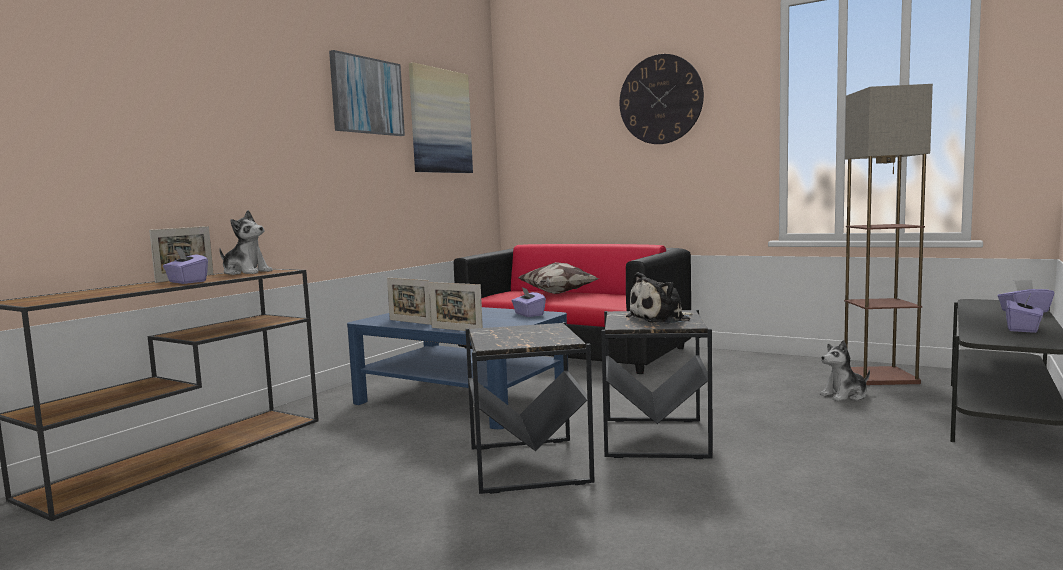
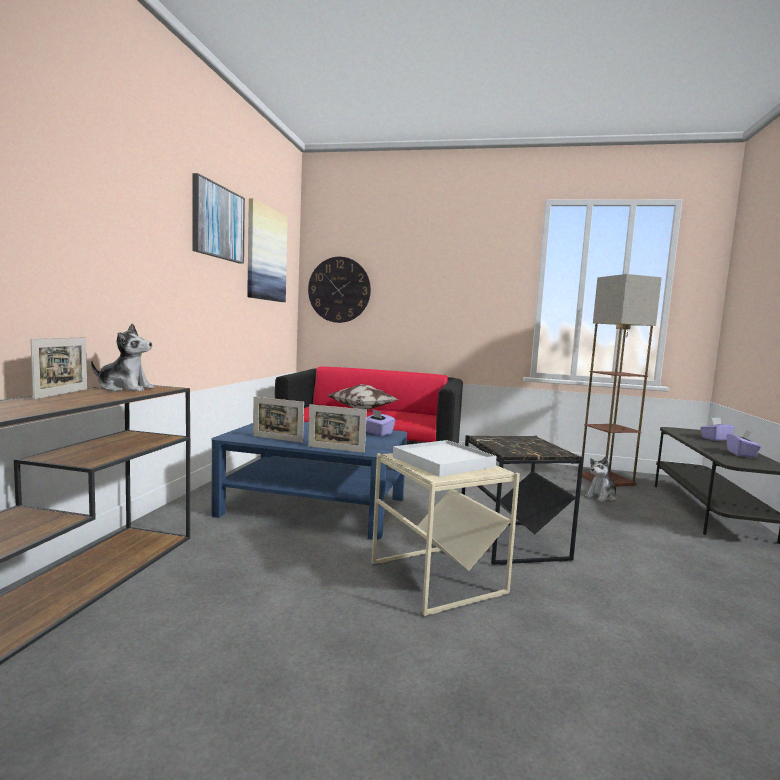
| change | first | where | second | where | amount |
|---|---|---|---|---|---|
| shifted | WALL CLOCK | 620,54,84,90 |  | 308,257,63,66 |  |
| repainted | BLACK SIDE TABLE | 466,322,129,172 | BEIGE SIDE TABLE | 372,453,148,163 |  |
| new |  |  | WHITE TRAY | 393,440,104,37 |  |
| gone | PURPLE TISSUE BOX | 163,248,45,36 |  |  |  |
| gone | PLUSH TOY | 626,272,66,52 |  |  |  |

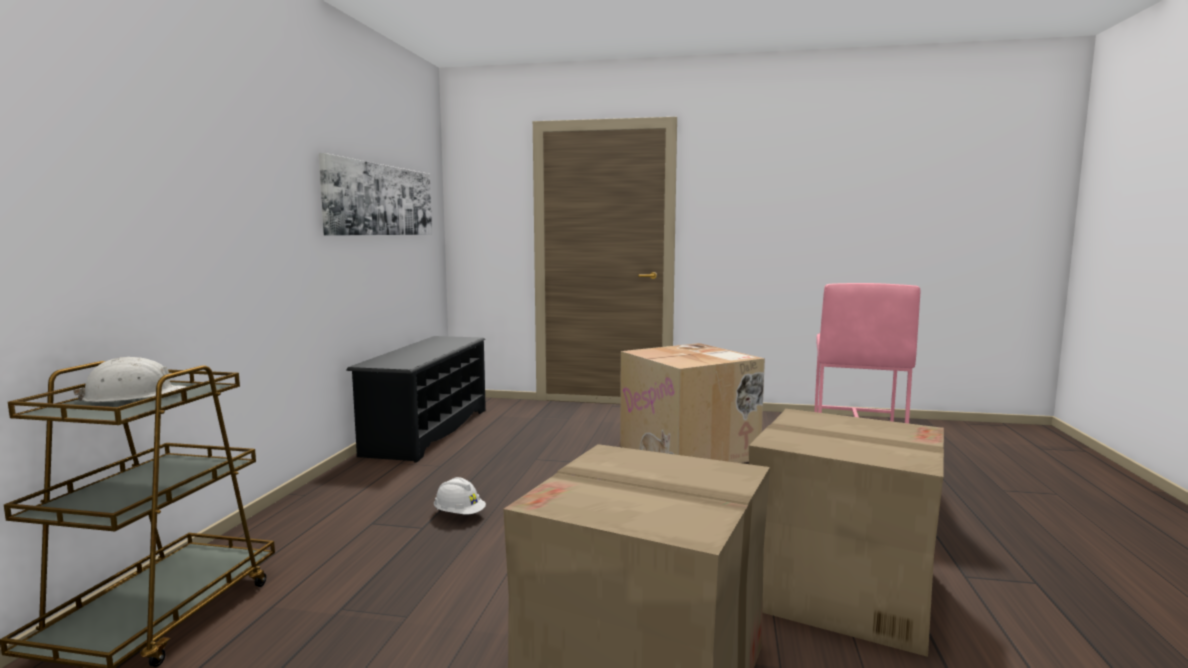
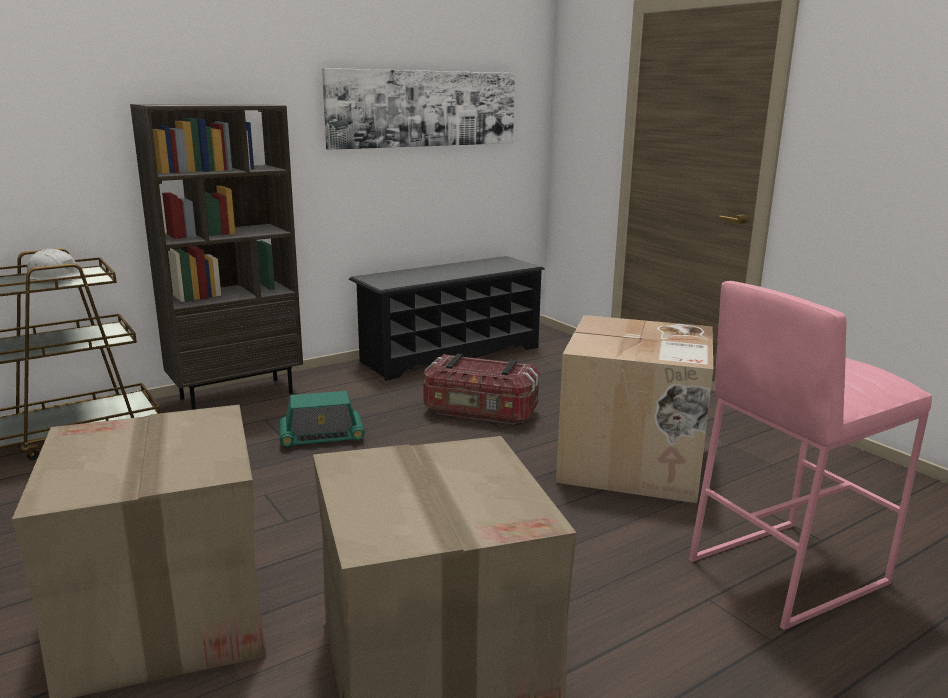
| change | first | where | second | where | amount |
|---|---|---|---|---|---|
| new |  |  | BROWN BOOKCASE | 130,104,173,306 |  |
| swapped | WHITE HARD HAT | 434,477,52,37 | RADIO | 279,391,86,57 |  |
| new |  |  | STORAGE BOX | 423,354,116,70 |  |

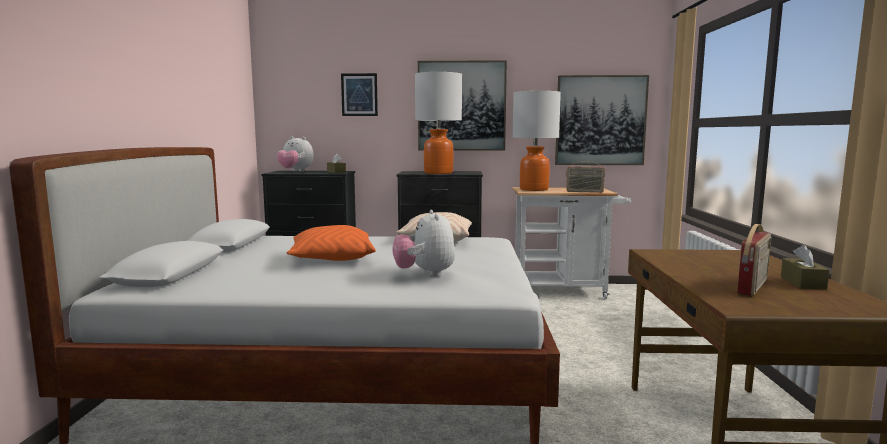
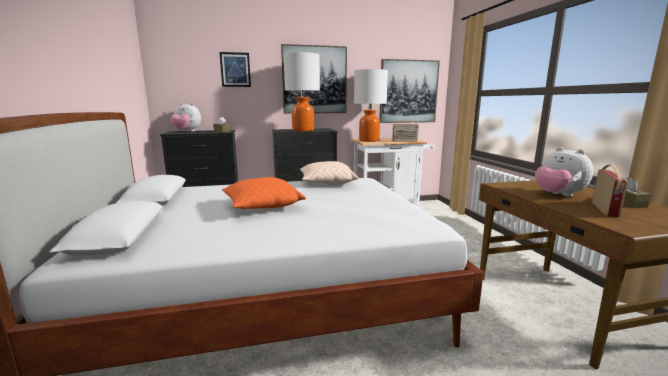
| change | first | where | second | where | amount |
|---|---|---|---|---|---|
| shifted | PLUSH TOY | 393,210,62,67 |  | 535,147,58,50 |  |

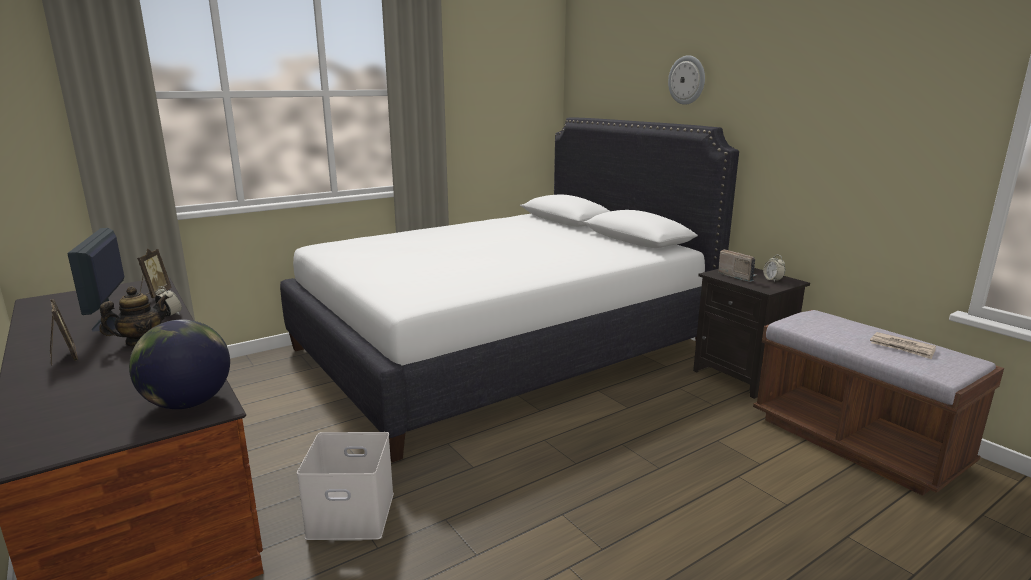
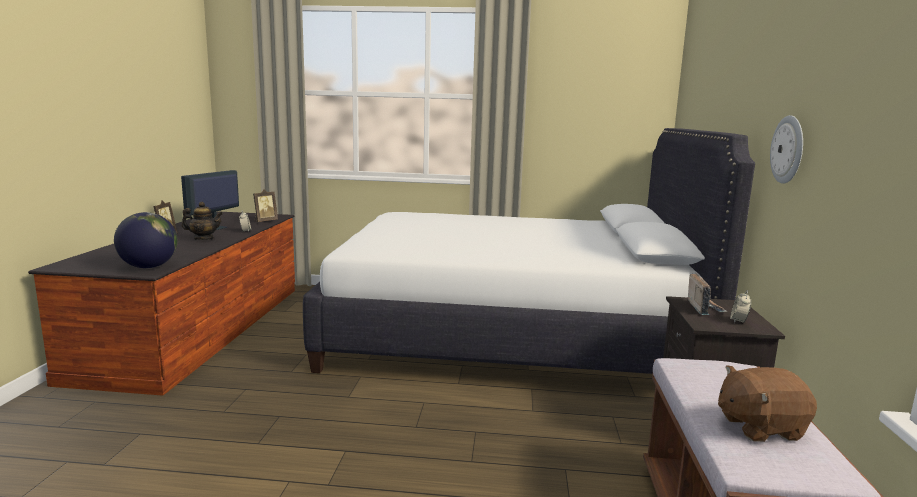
| change | first | where | second | where | amount |
|---|---|---|---|---|---|
| swapped | NEWSPAPER | 870,332,66,27 | BROWN PLUSH TOY | 718,365,99,77 |  |
| shifted | WALL CLOCK | 668,55,37,50 |  | 770,115,33,69 |  |
| gone | WHITE STORAGE BOX | 297,432,97,108 |  |  |  |

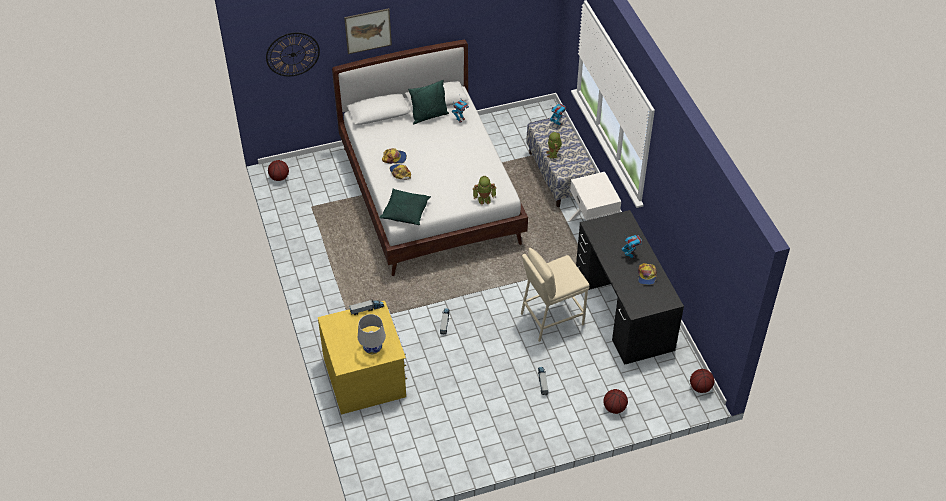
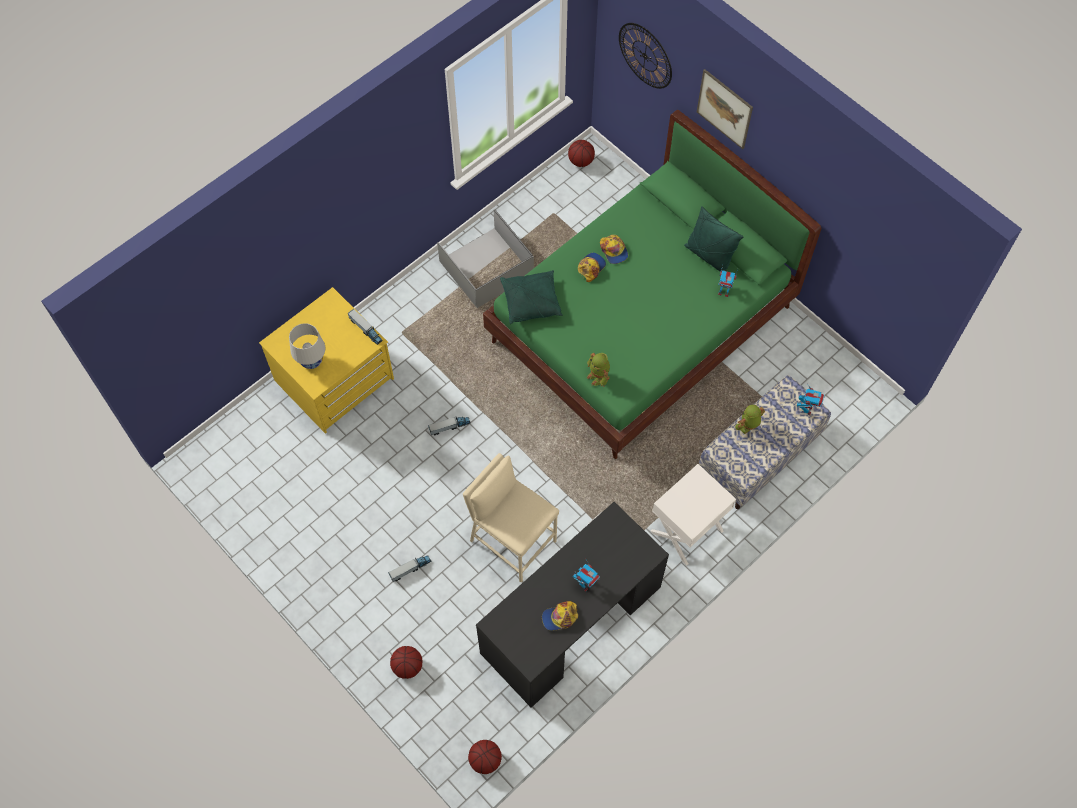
| change | first | where | second | where | amount |
|---|---|---|---|---|---|
| new |  |  | GREY STORAGE BOX | 437,209,97,99 |  |
| repainted | WHITE BED | 332,40,196,236 | GREEN BED | 483,110,338,349 |  |

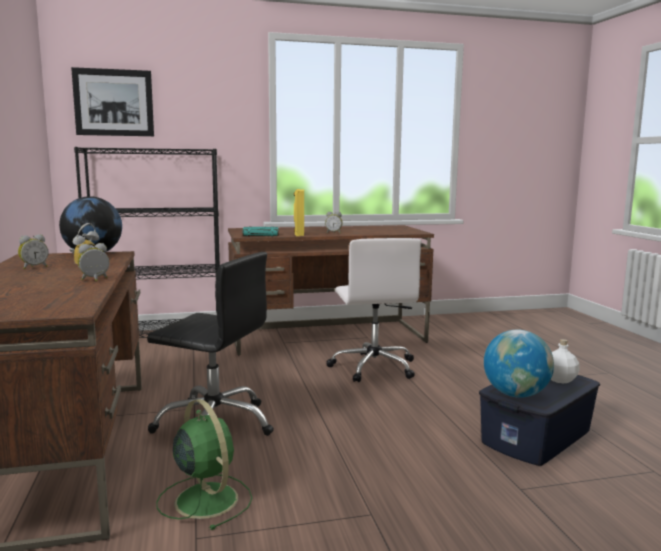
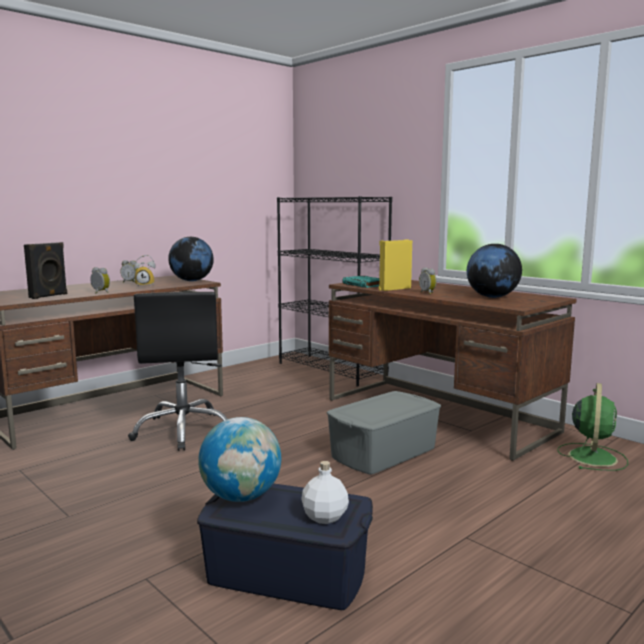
| change | first | where | second | where | amount |
|---|---|---|---|---|---|
| new |  |  | BLACK SPEAKER | 24,242,43,57 |  |
| swapped | WHITE OFFICE CHAIR | 326,238,96,144 | GREY STORAGE BOX | 327,391,114,84 |  |
| new |  |  | GLOBE | 467,244,55,54 |  |
| shifted | GREEN FAN | 156,399,96,131 |  | 558,383,70,88 |  |
| gone | PICTURE | 71,67,83,69 |  |  |  |

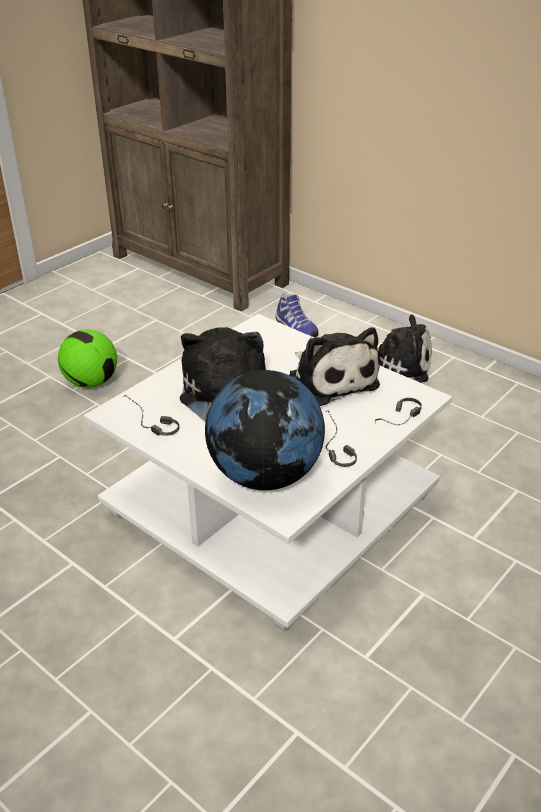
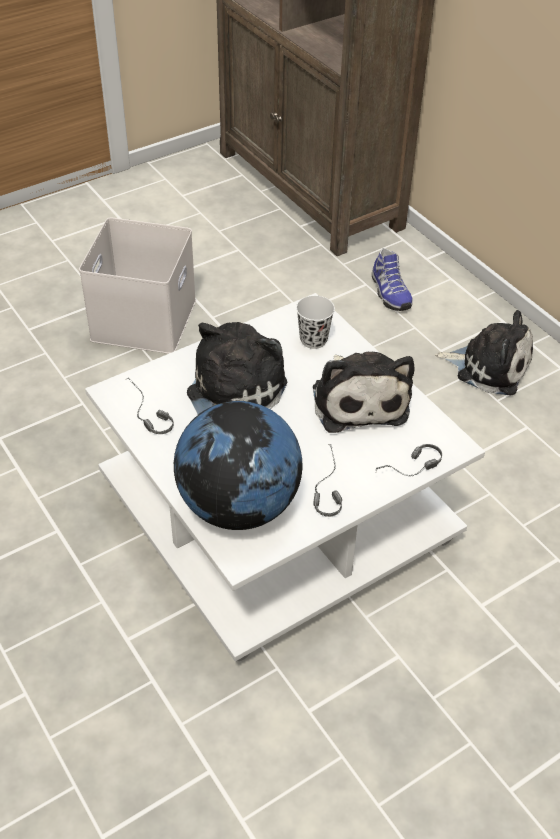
| change | first | where | second | where | amount |
|---|---|---|---|---|---|
| swapped | FOOTBALL | 58,329,59,59 | WHITE STORAGE BOX | 79,217,117,137 |  |
| new |  |  | WHITE CUP | 296,296,39,53 |  |

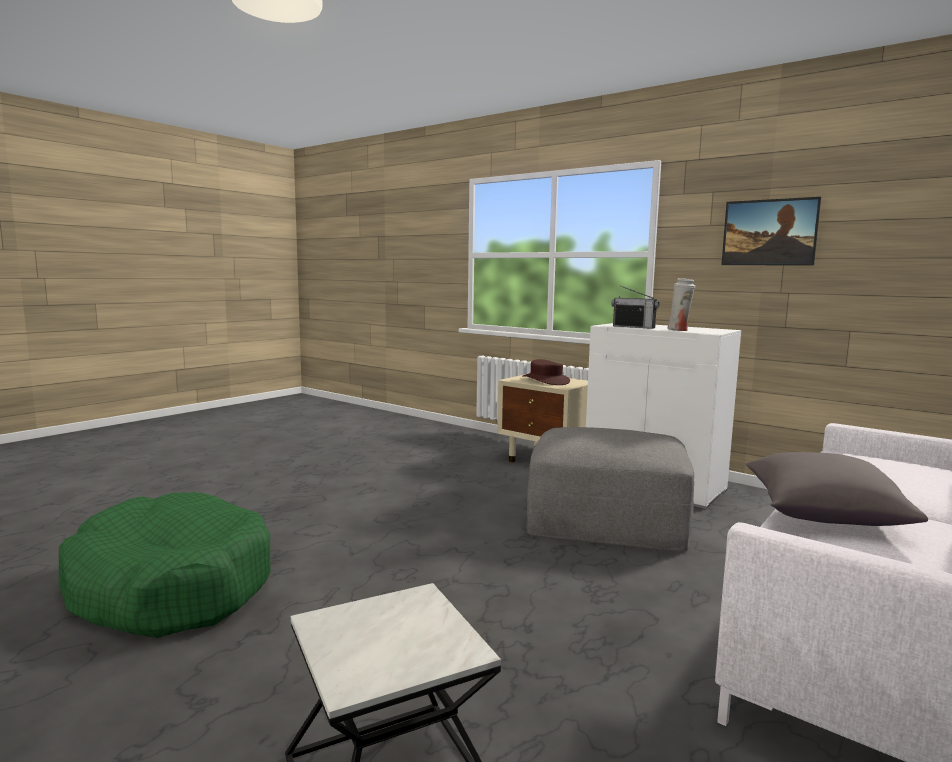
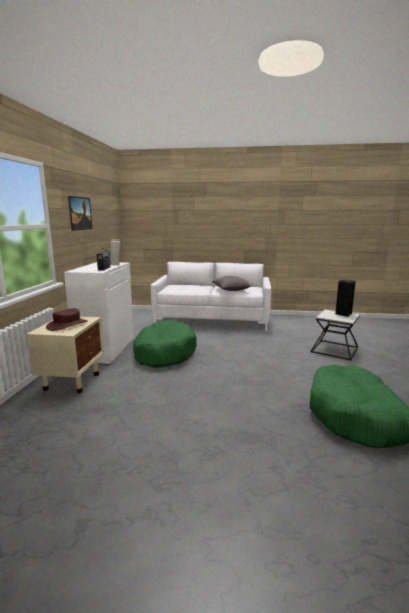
| change | first | where | second | where | amount |
|---|---|---|---|---|---|
| swapped | GREY OTTOMAN | 527,427,167,124 | GREEN DOG BED | 133,320,64,48 |  |
| new |  |  | BLACK SPEAKER | 335,280,21,37 |  |

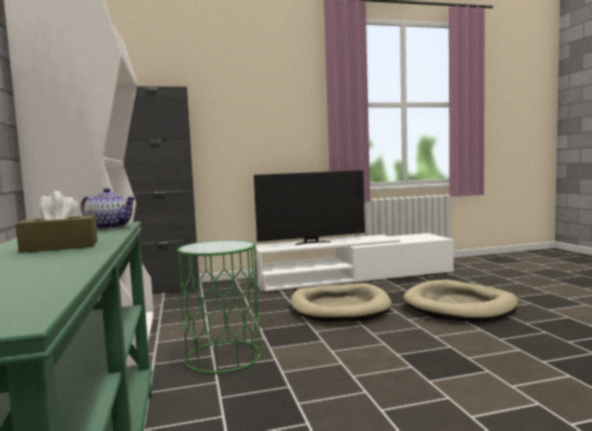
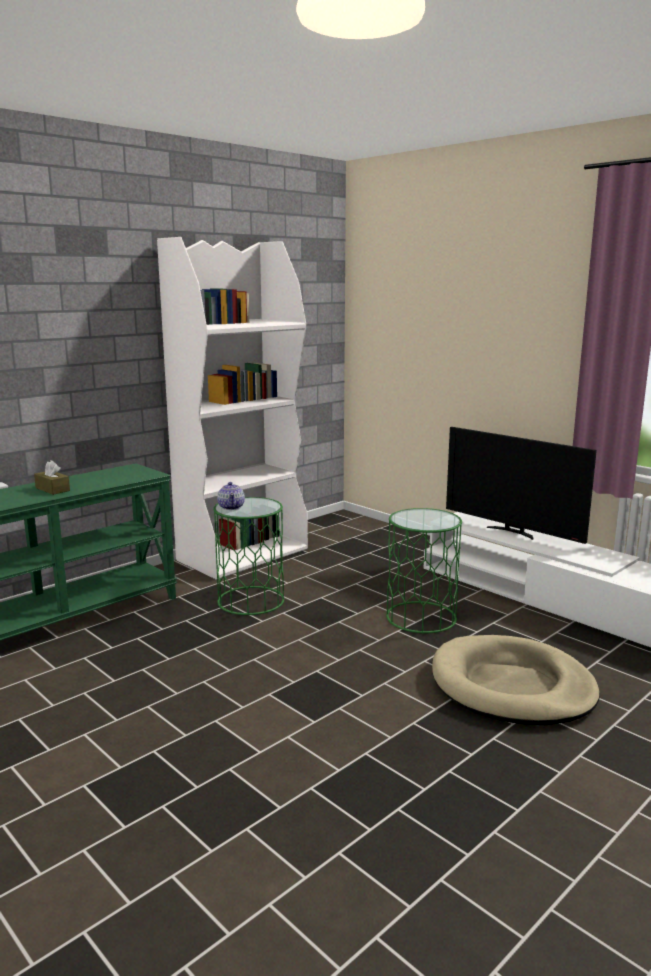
| change | first | where | second | where | amount |
|---|---|---|---|---|---|
| shifted | TEAPOT | 81,188,55,42 |  | 217,482,28,28 |  |
| swapped | BEIGE DOG BED | 290,283,102,39 | GREEN SIDE TABLE | 386,508,76,125 |  |
| gone | BLACK CABINET | 124,86,76,208 |  |  |  |

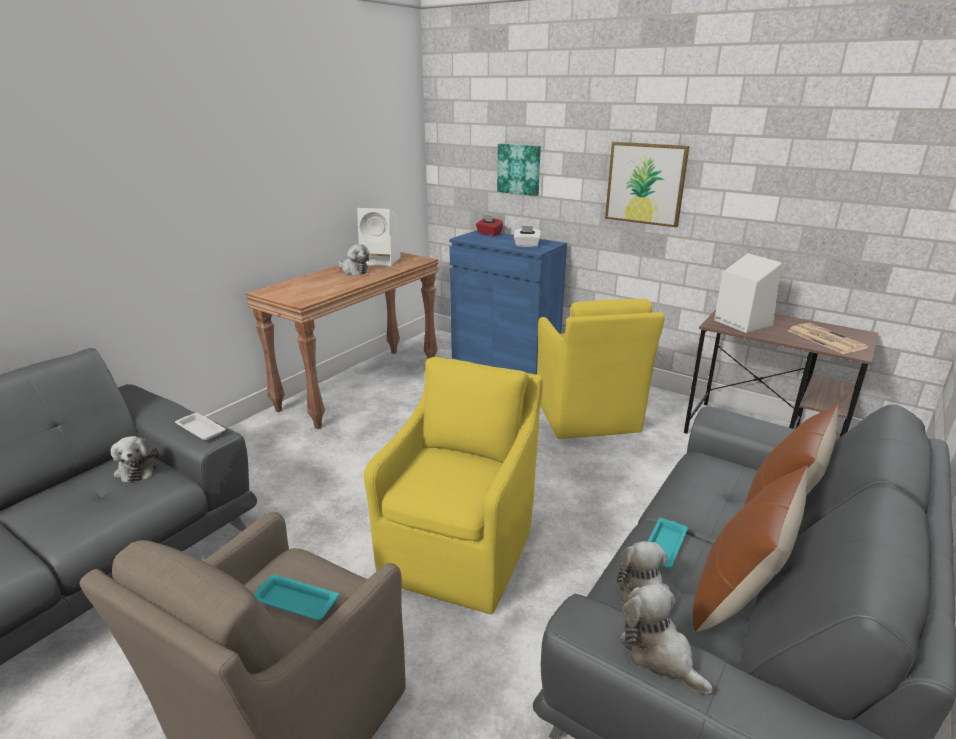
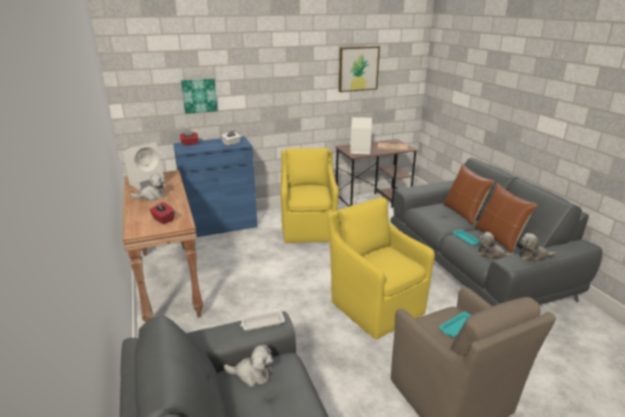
| change | first | where | second | where | amount |
|---|---|---|---|---|---|
| new |  |  | RED TISSUE BOX | 149,202,25,22 |  |
| rotated | YELLOW ARMCHAIR | 537,299,128,140 |  | 281,148,58,95 | 120 degrees counterclockwise |
| shifted | PICTURE | 605,142,84,86 |  | 339,46,41,46 |  |

